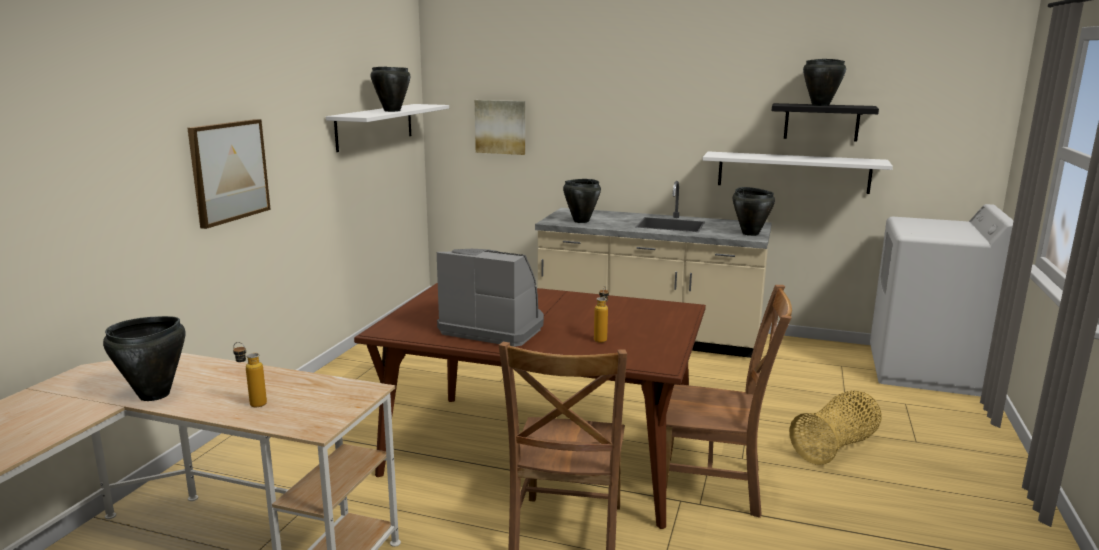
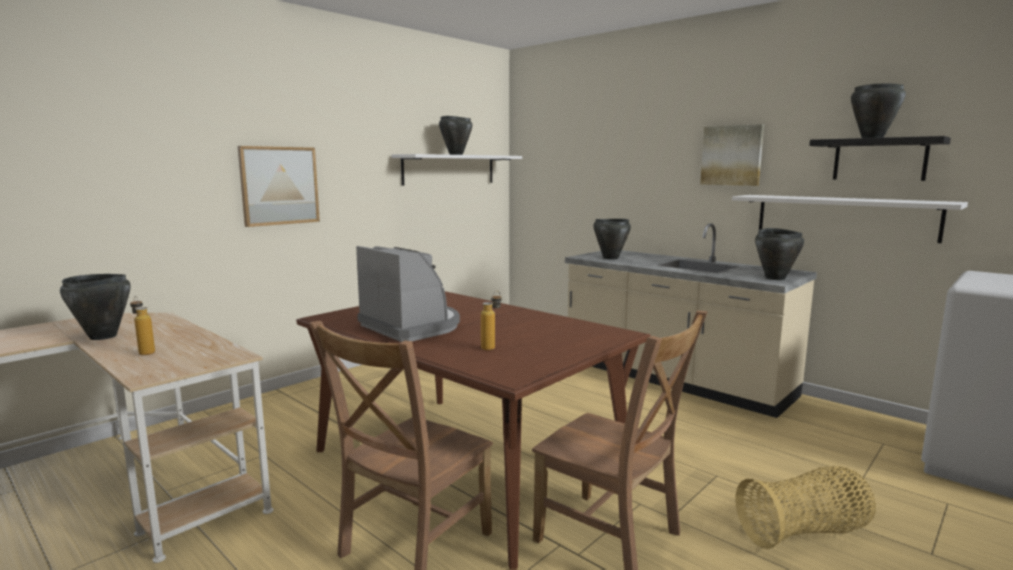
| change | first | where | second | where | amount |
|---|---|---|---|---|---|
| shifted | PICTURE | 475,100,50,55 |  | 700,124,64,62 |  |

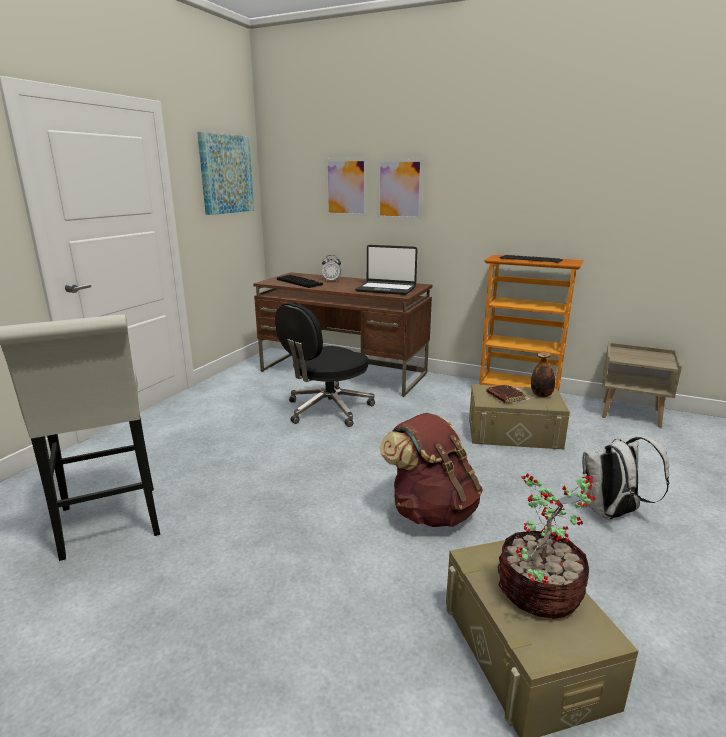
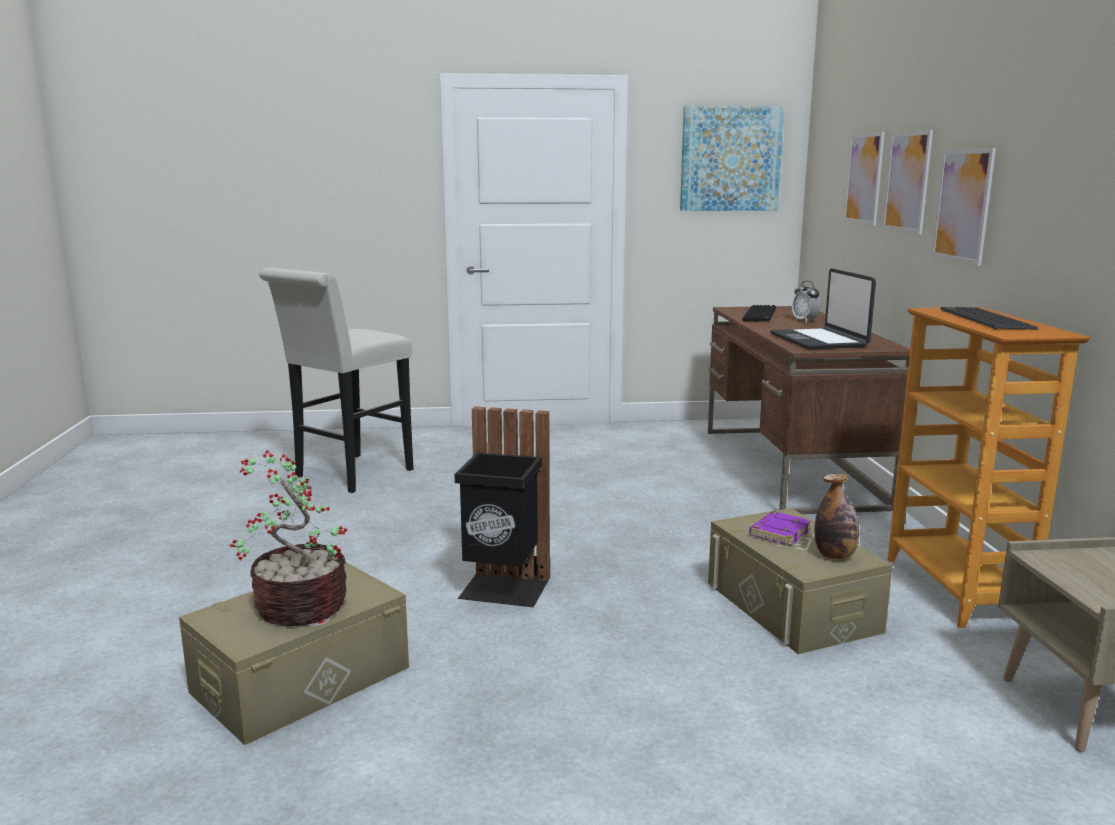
| change | first | where | second | where | amount |
|---|---|---|---|---|---|
| swapped | BROWN BACKPACK | 380,413,103,114 | BLACK TRASH CAN | 454,406,96,202 |  |
| repainted | BROWN BOOK | 486,384,40,19 | PURPLE BOOK | 749,511,63,34 |  |
| new |  |  | PICTURE | 932,148,64,117 |  |
| gone | BLACK OFFICE CHAIR | 275,303,100,124 |  |  |  |
| gone | WHITE BACKPACK | 582,436,87,84 |  |  |  |

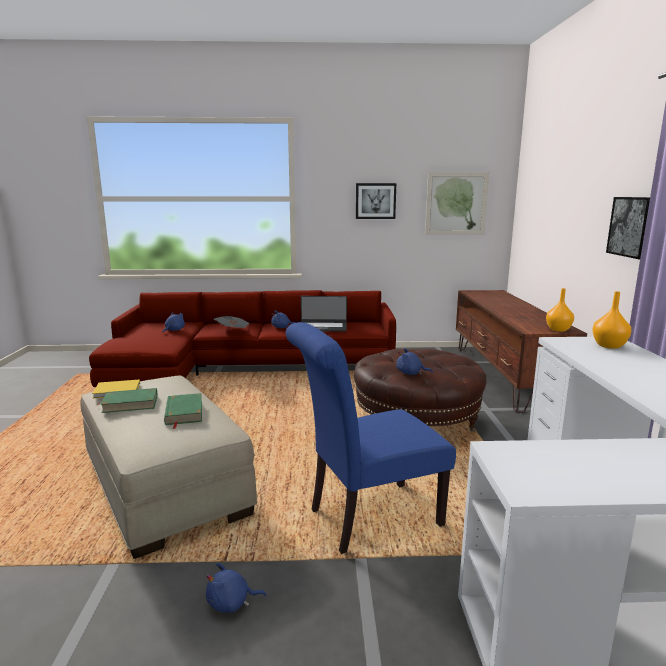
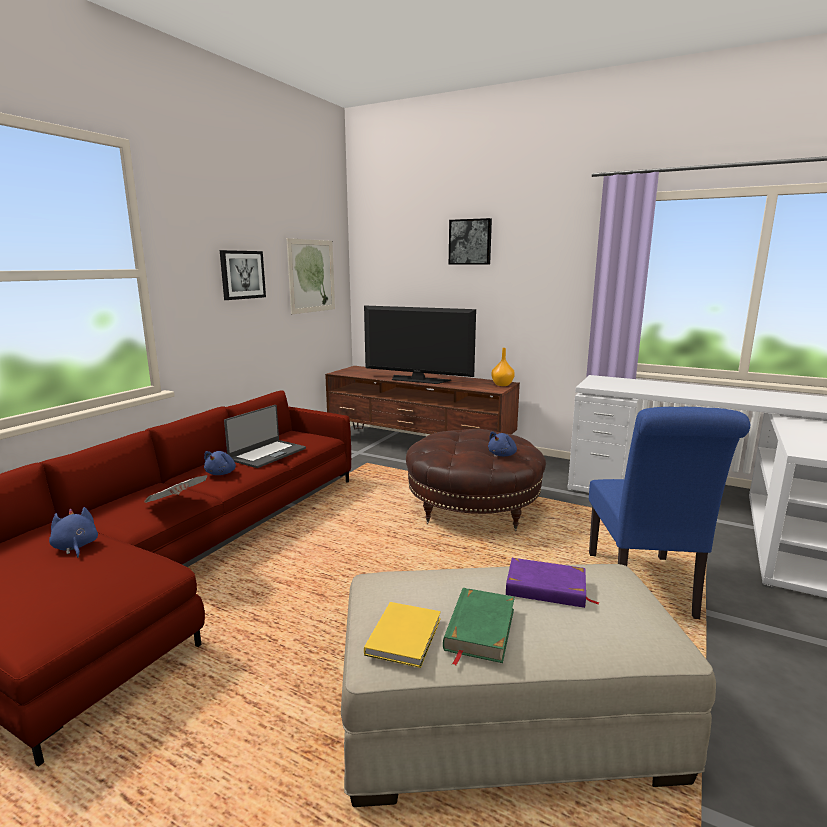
| change | first | where | second | where | amount |
|---|---|---|---|---|---|
| new |  |  | TELEVISION | 364,306,112,78 |  |
| shifted | PICTURE | 606,197,44,62 |  | 449,218,43,47 |  |
| repainted | GREEN BOOK | 164,393,38,36 | PURPLE BOOK | 506,558,94,50 |  |
| gone | BLUE PLUSH TOY | 206,563,61,50 |  |  |  |
| gone | ORANGE VASE | 592,291,39,58 |  |  |  |

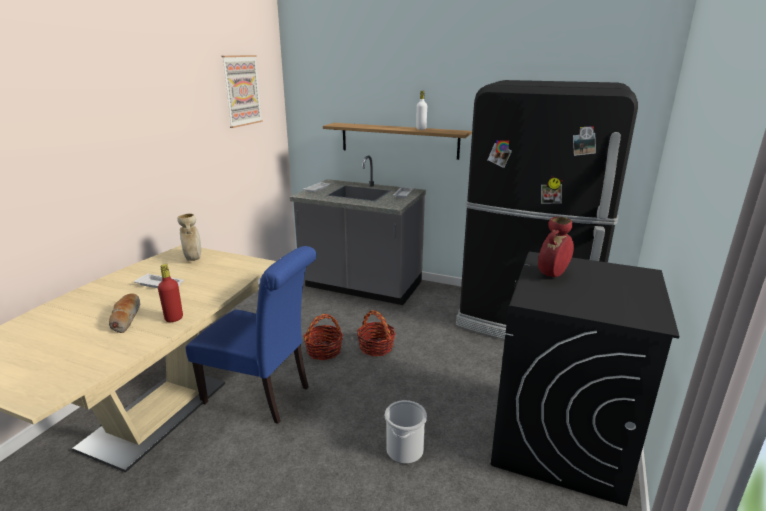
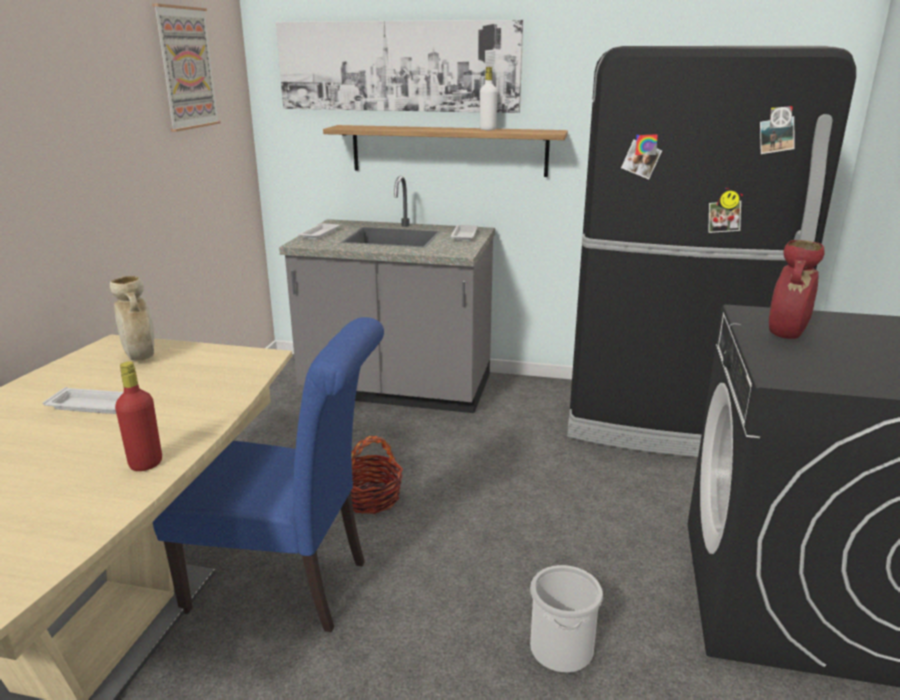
| change | first | where | second | where | amount |
|---|---|---|---|---|---|
| new |  |  | PICTURE | 276,20,247,93 |  |
| gone | BREAD | 109,293,32,40 |  |  |  |
| gone | BASKET | 357,310,39,46 |  |  |  |

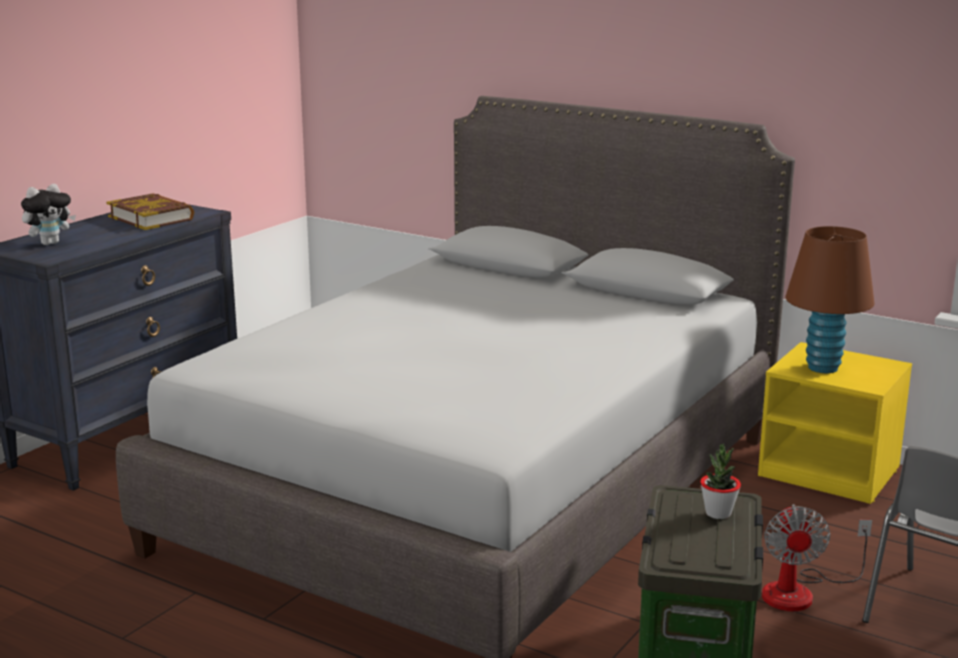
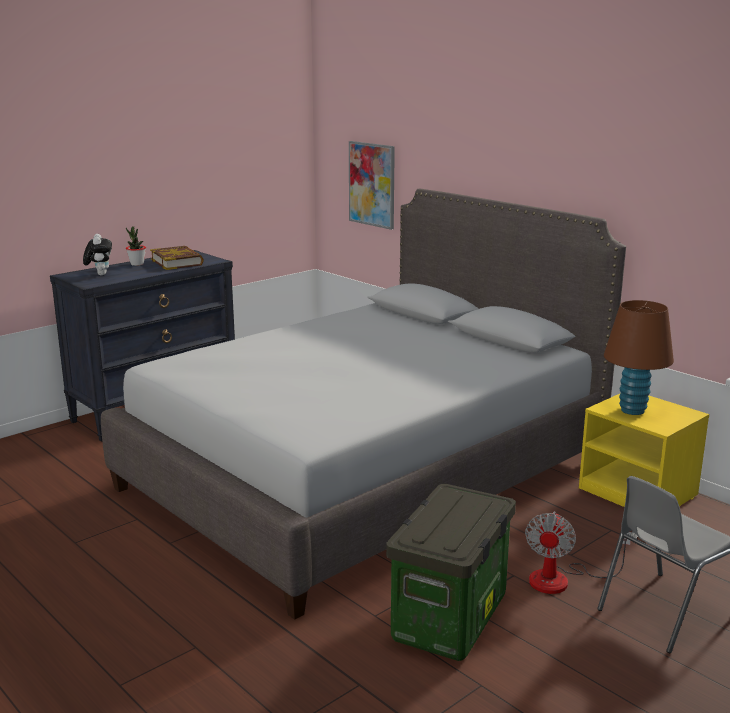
| change | first | where | second | where | amount |
|---|---|---|---|---|---|
| rotated | PLUSH TOY | 21,184,55,61 |  | 83,234,29,41 | 75 degrees counterclockwise |
| shifted | POTTED PLANT | 700,444,41,75 |  | 126,227,20,39 |  |
| new |  |  | PICTURE | 349,141,46,89 |  |

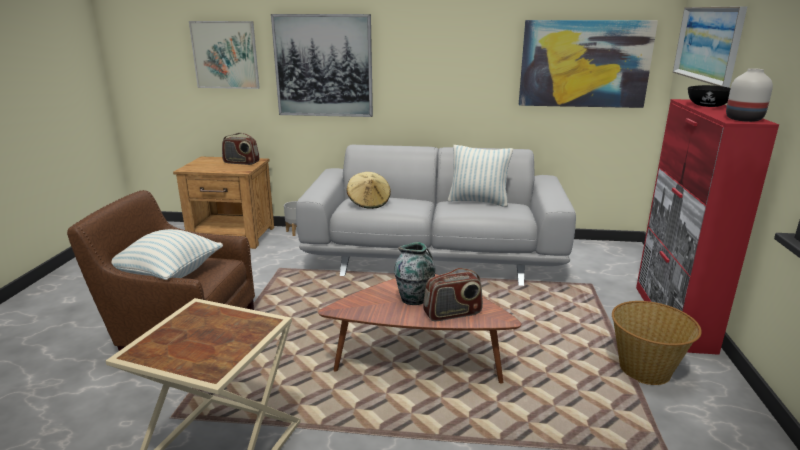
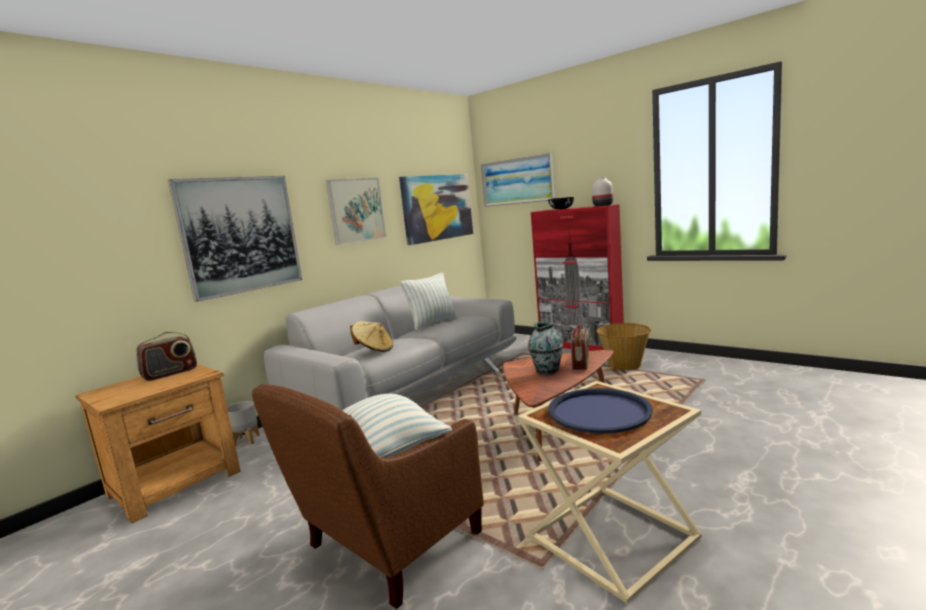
| change | first | where | second | where | amount |
|---|---|---|---|---|---|
| shifted | PICTURE | 189,21,71,68 |  | 326,178,60,67 |  |
| new |  |  | BLUE TRAY | 548,388,105,46 |  |

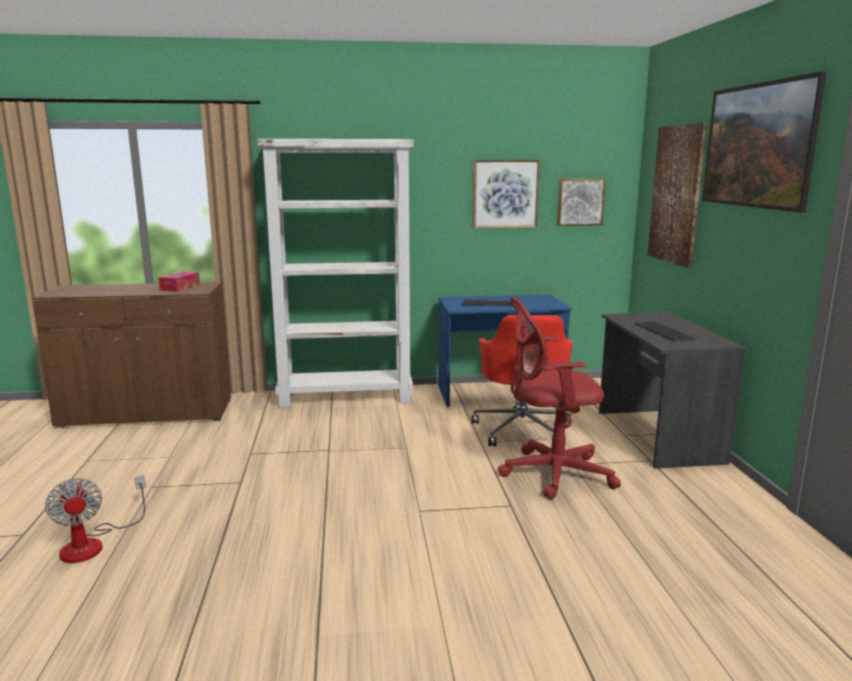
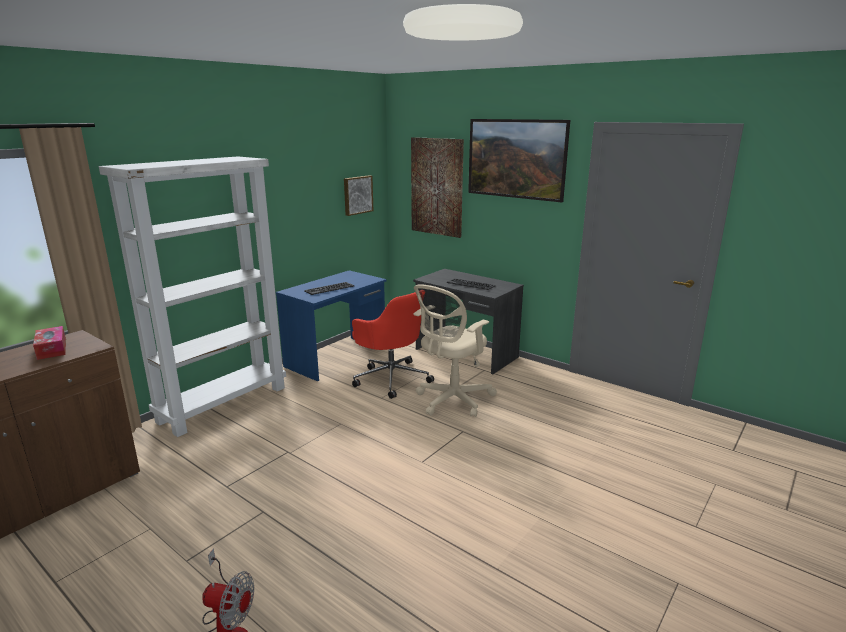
| change | first | where | second | where | amount |
|---|---|---|---|---|---|
| repainted | RED OFFICE CHAIR | 498,297,123,202 | BEIGE OFFICE CHAIR | 413,284,84,133 |  |
| gone | PICTURE | 472,160,68,69 |  |  |  |

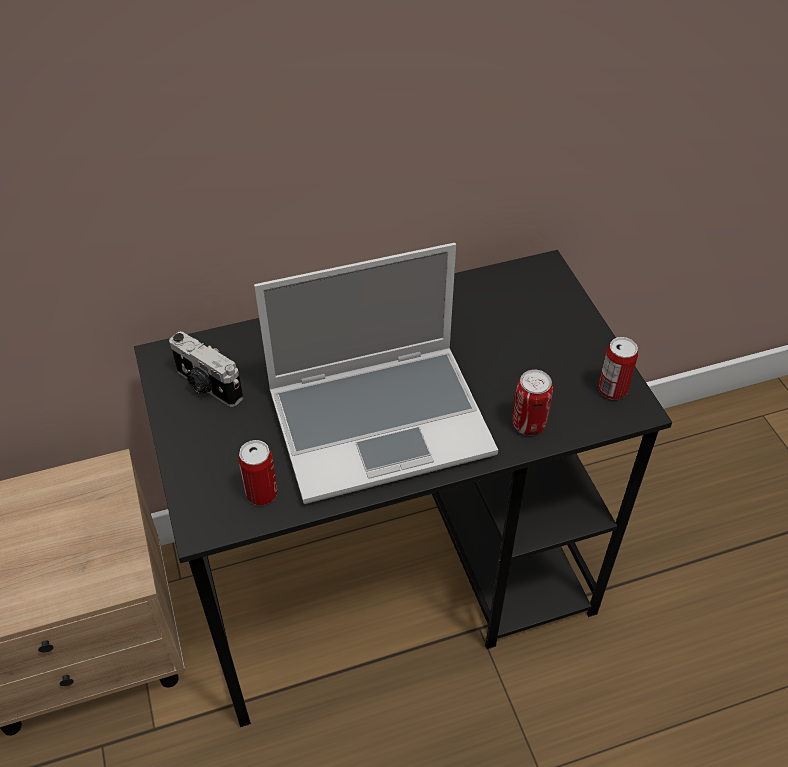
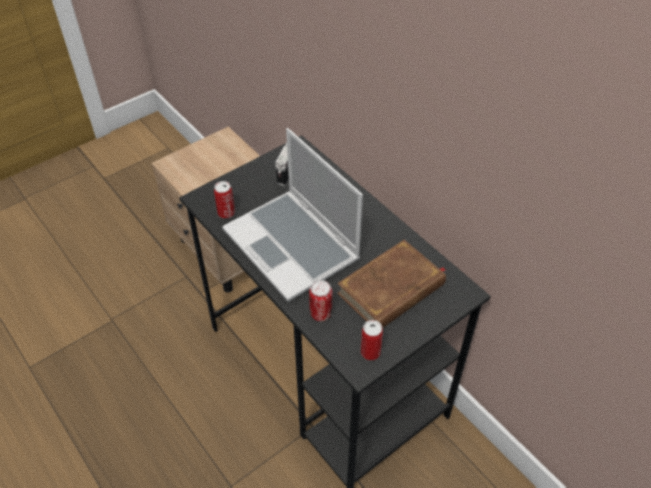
| change | first | where | second | where | amount |
|---|---|---|---|---|---|
| new |  |  | BROWN BOOK | 337,240,109,88 |  |

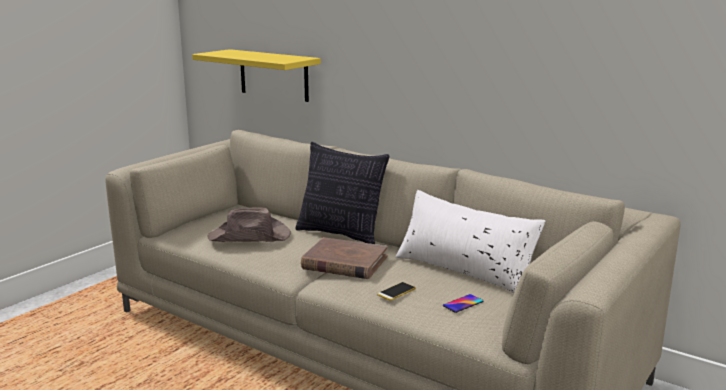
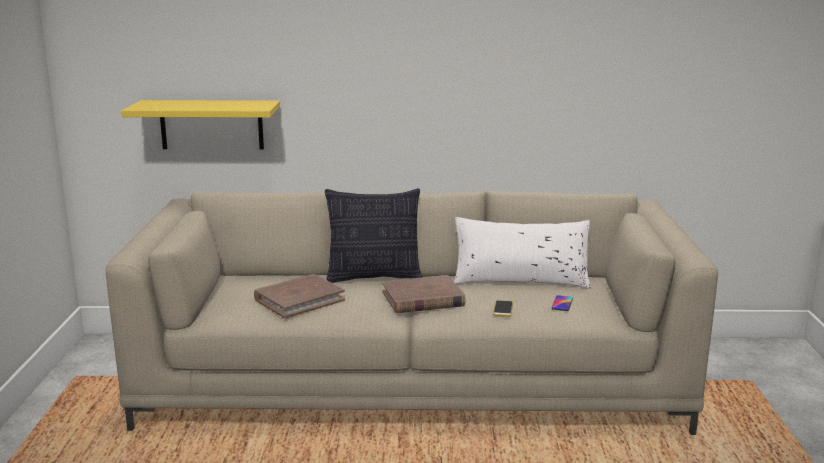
| change | first | where | second | where | amount |
|---|---|---|---|---|---|
| swapped | BROWN HAT | 207,207,84,35 | BROWN BOOK | 254,274,91,44 |  |

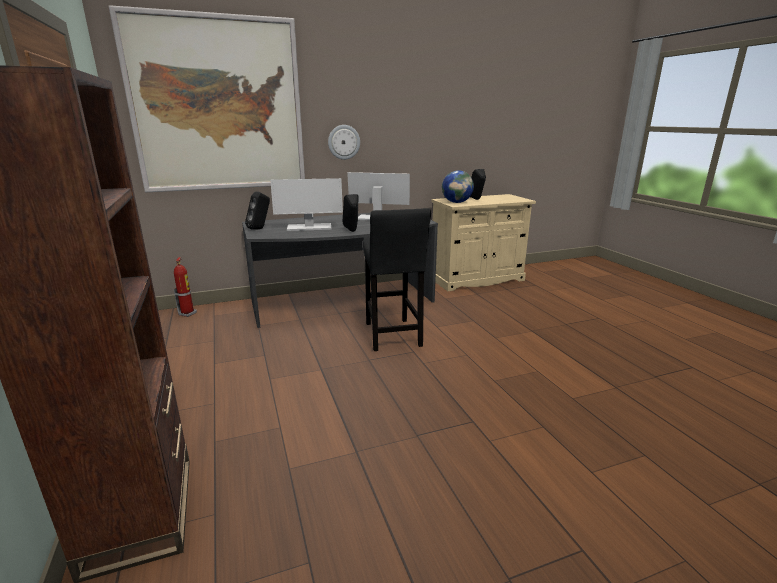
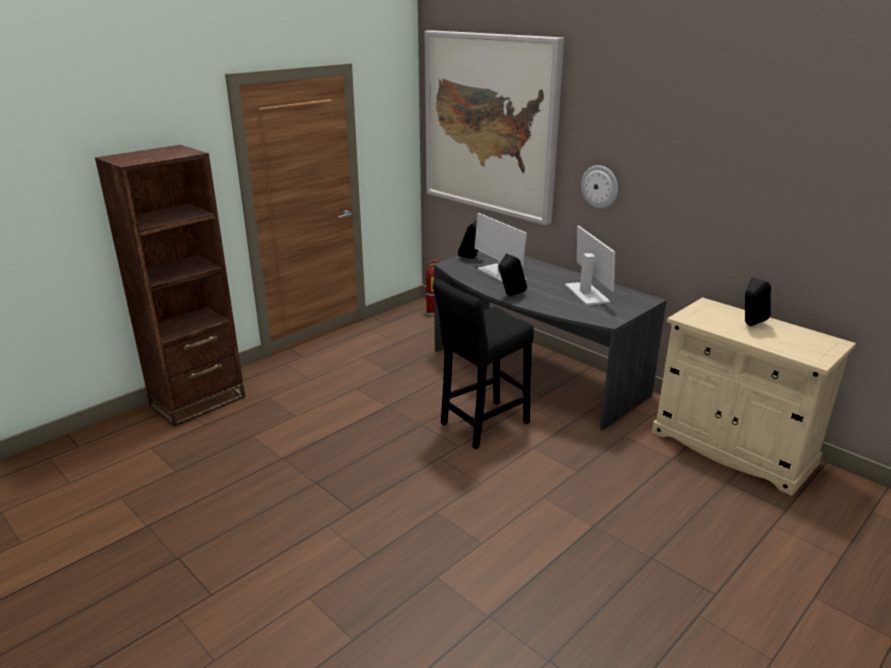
| change | first | where | second | where | amount |
|---|---|---|---|---|---|
| gone | GLOBE | 442,170,32,33 |  |  |  |

